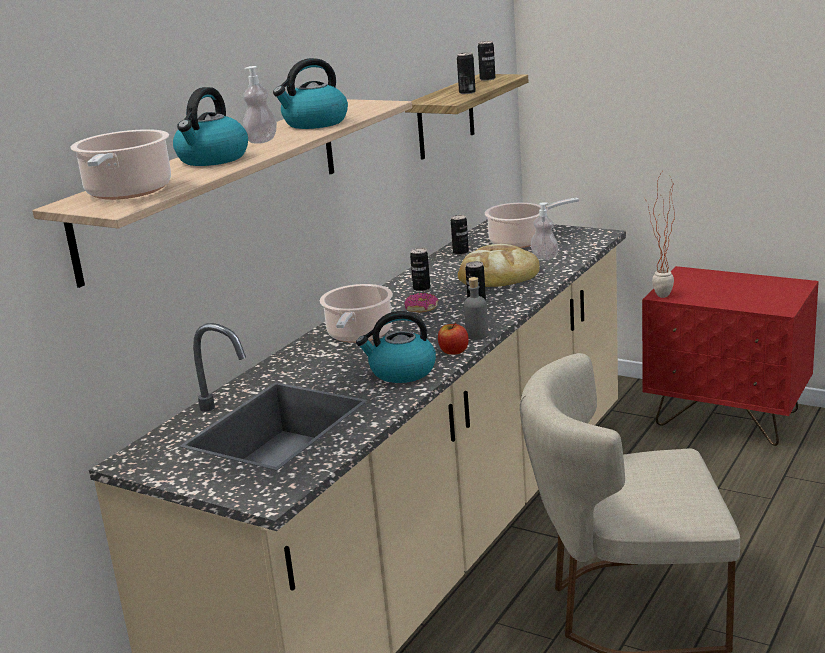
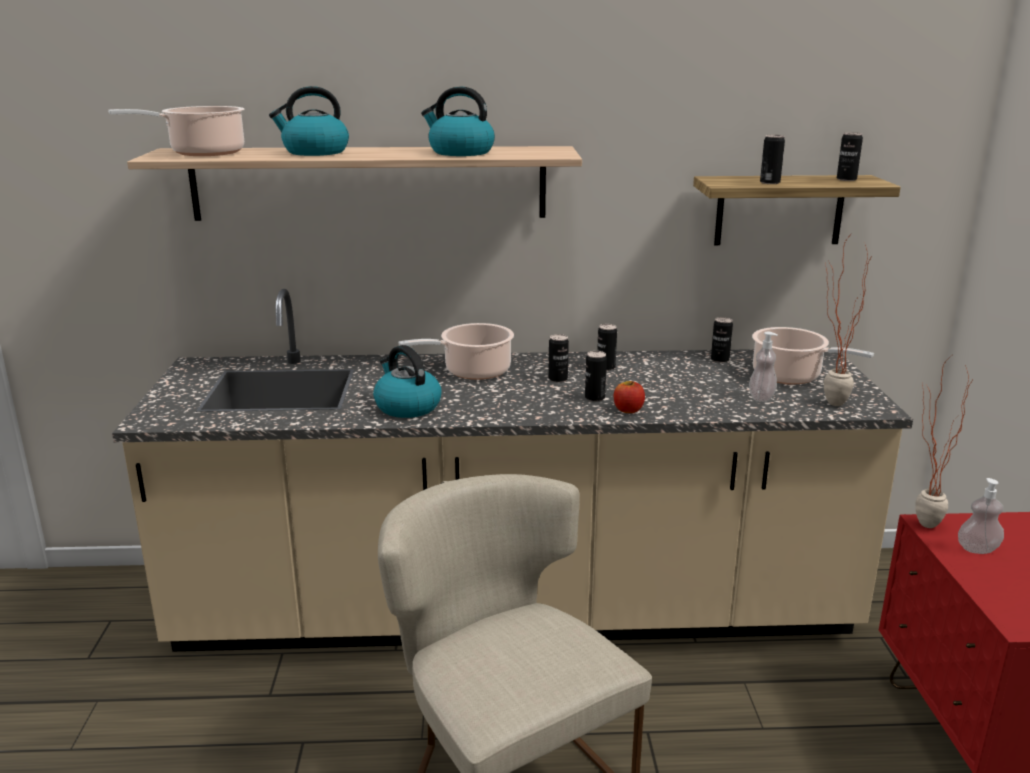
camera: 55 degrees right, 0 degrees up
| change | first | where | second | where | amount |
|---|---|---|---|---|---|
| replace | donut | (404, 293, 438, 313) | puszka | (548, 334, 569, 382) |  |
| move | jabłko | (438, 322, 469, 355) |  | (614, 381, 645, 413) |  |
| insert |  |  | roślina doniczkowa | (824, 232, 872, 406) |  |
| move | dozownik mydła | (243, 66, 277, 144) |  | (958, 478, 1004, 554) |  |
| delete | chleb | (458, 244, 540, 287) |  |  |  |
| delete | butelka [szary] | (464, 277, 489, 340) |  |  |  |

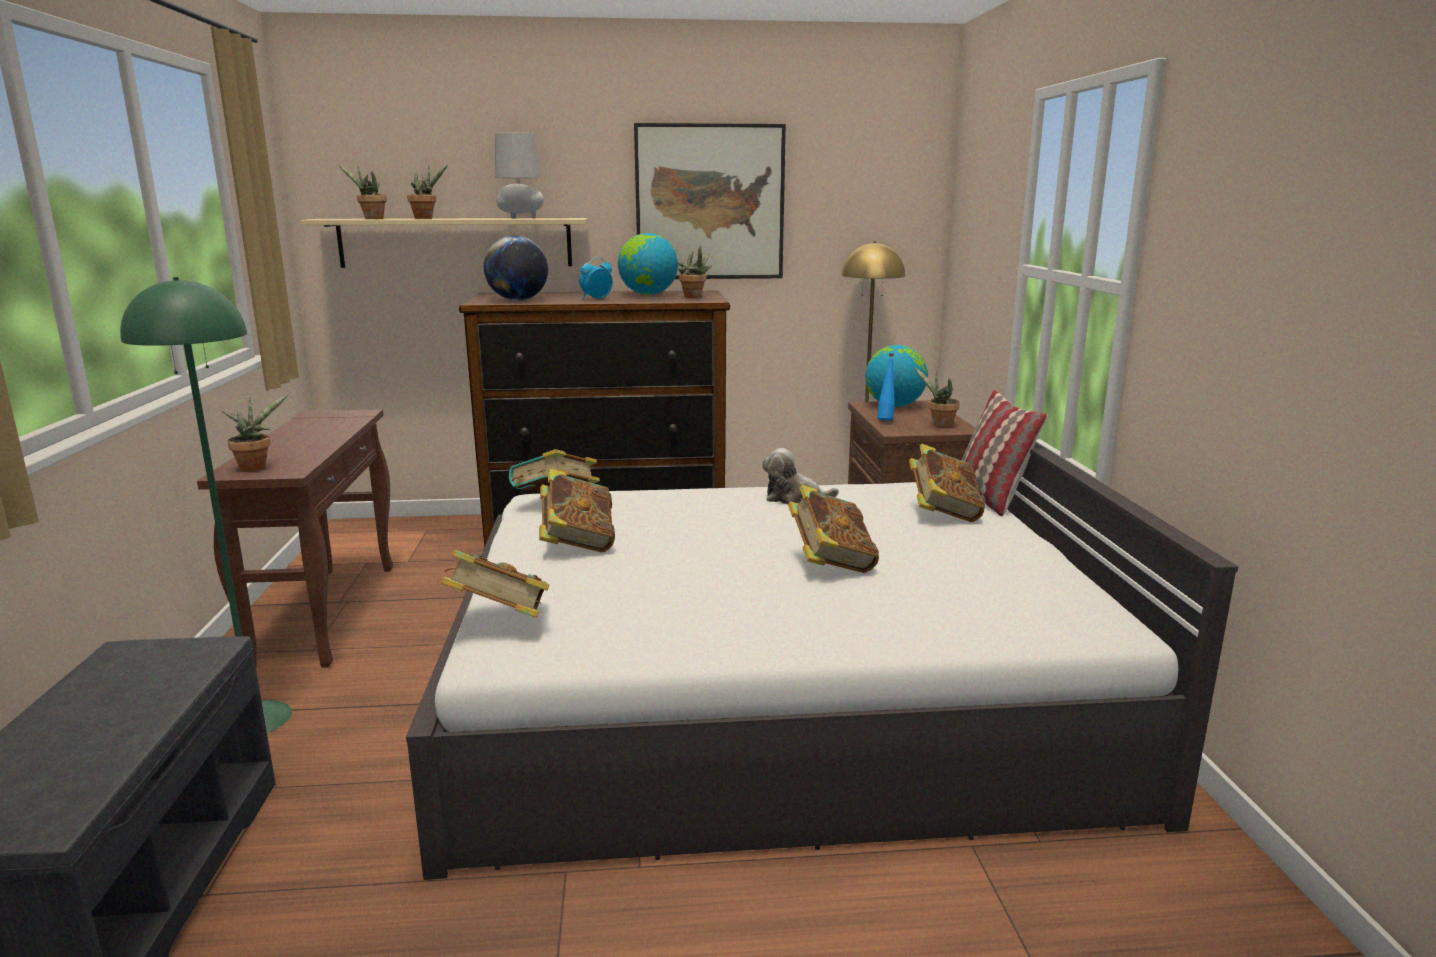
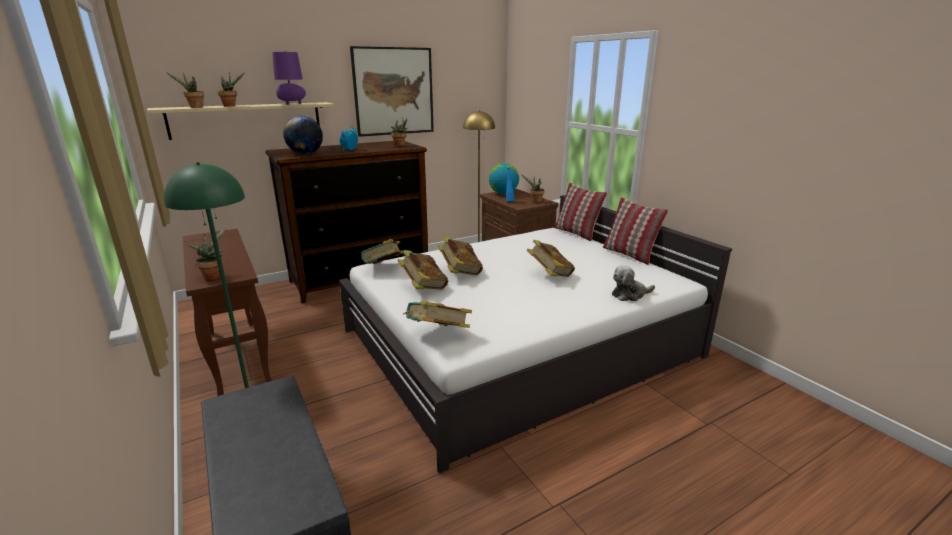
camera: 25 degrees left, 5 degrees up
| change | first | where | second | where | amount |
|---|---|---|---|---|---|
| recolor | lampa stołowa [szary] | (495, 132, 544, 219) | lampa stołowa [fioletowy] | (272, 51, 306, 105) |  |
| move | książka | (909, 444, 985, 522) |  | (438, 236, 483, 275) |  |
| insert |  |  | poduszka | (603, 197, 668, 265) |  |
| move | pluszak | (762, 448, 839, 504) |  | (612, 265, 655, 301) |  |
| delete | globus | (618, 233, 678, 295) |  |  |  |

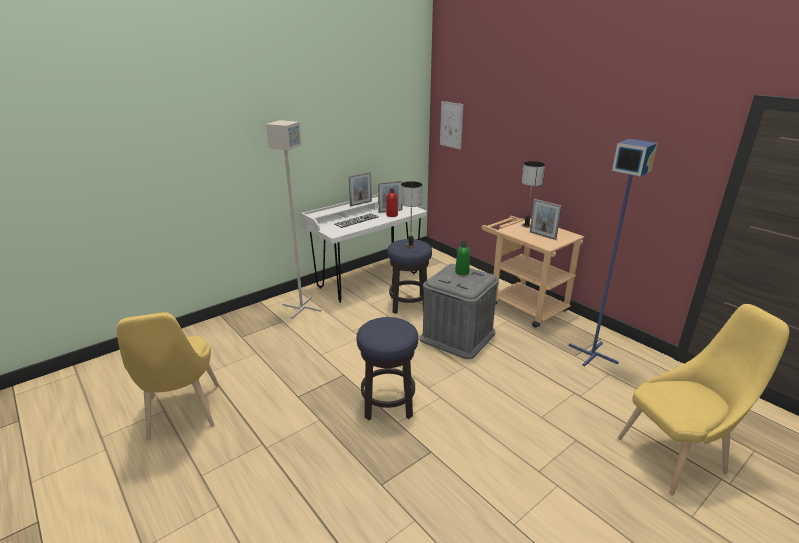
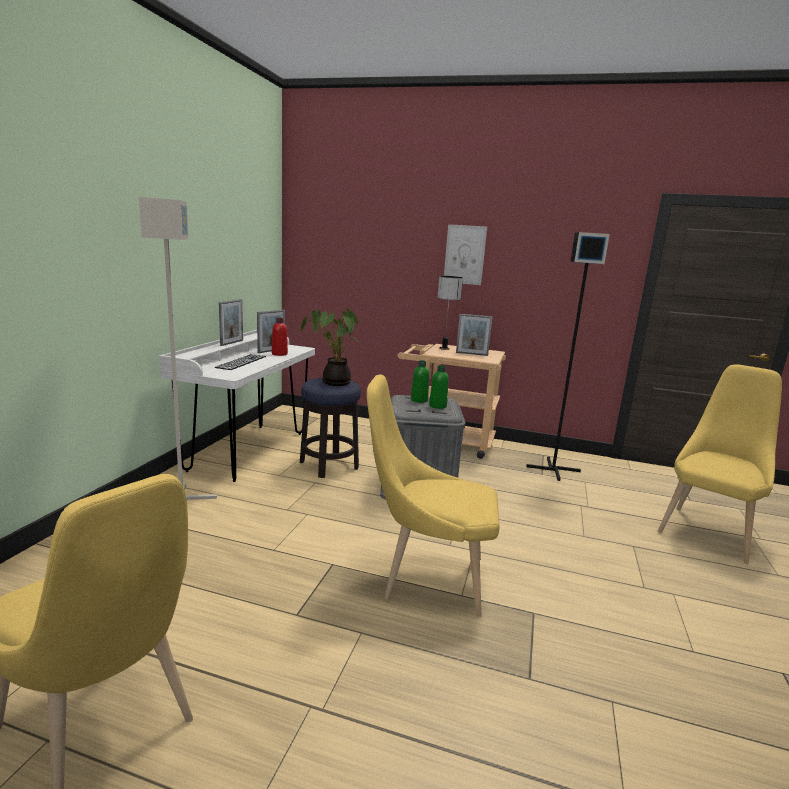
camera: 35 degrees left, 10 degrees down
| change | first | where | second | where | amount |
|---|---|---|---|---|---|
| replace | lampa stołowa | (401, 181, 422, 248) | roślina doniczkowa | (301, 307, 358, 386) |  |
| replace | stołek | (357, 317, 418, 420) | krzesło [żółty] | (367, 374, 500, 618) |  |
| insert |  |  | butelka [zielony] | (429, 365, 449, 409) |  |
| move | obraz | (440, 101, 463, 150) |  | (444, 224, 487, 285) |  |
| recolor | lampa stojąca [niebieski] | (569, 139, 658, 367) | lampa stojąca [czarny] | (526, 232, 610, 481) |  |

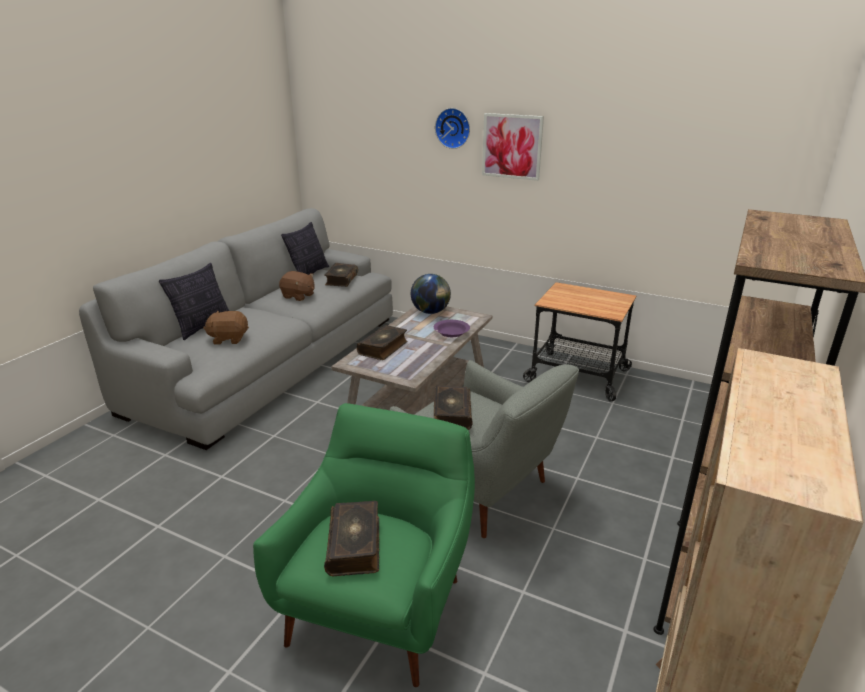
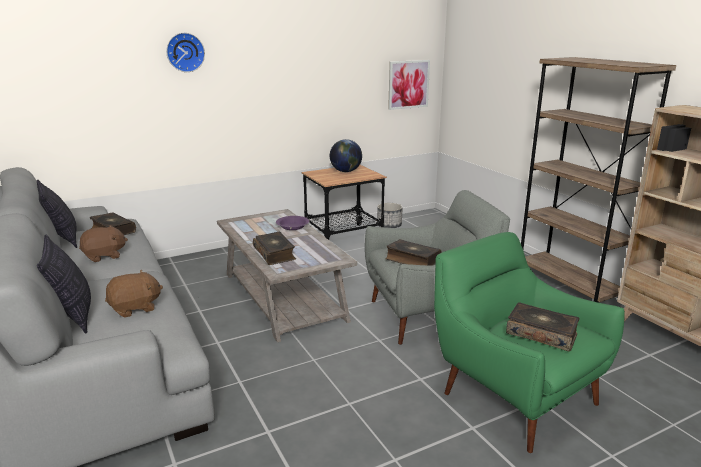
camera: 55 degrees left, 5 degrees down
| change | first | where | second | where | amount |
|---|---|---|---|---|---|
| rotate | pluszak [brązowy] | (203, 311, 249, 345) |  | (105, 270, 163, 318) | 150 degrees counterclockwise |
| move | globus | (411, 274, 451, 314) |  | (330, 139, 362, 172) |  |
| insert |  |  | donica | (377, 203, 403, 228) |  |
| move | obraz | (482, 113, 544, 181) |  | (388, 60, 430, 110) |  |

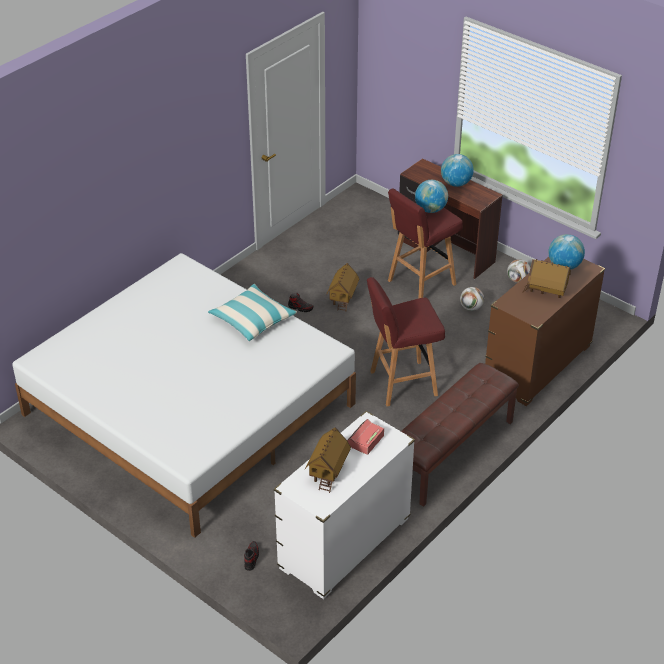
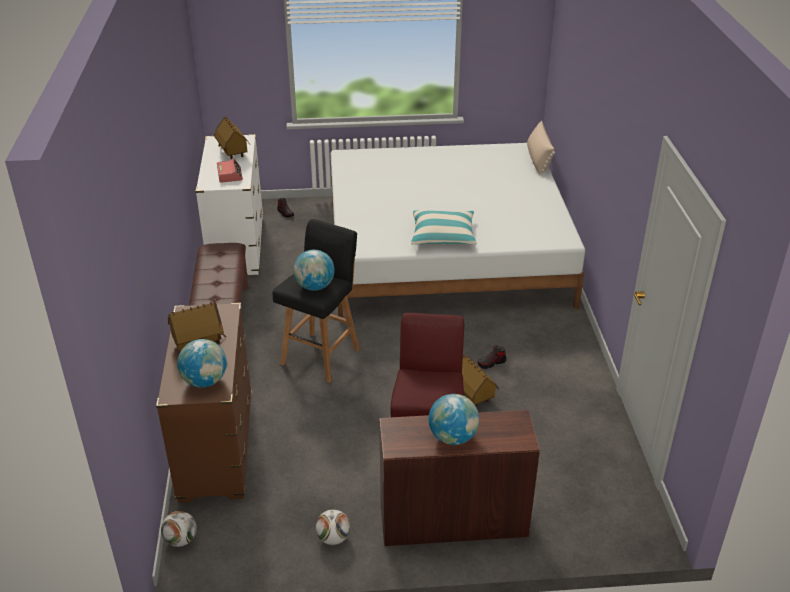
camera: 135 degrees right, 5 degrees down
| change | first | where | second | where | amount |
|---|---|---|---|---|---|
| move | piłka futbolowa | (460, 287, 484, 311) |  | (161, 511, 197, 547) |  |
| recolor | stołek [czerwony] | (367, 277, 445, 406) | stołek [czarny] | (272, 219, 360, 383) |  |
| move | globus | (415, 180, 448, 213) |  | (293, 250, 335, 291) |  |
| insert |  |  | poduszka [beżowy] | (527, 121, 555, 176) |  |

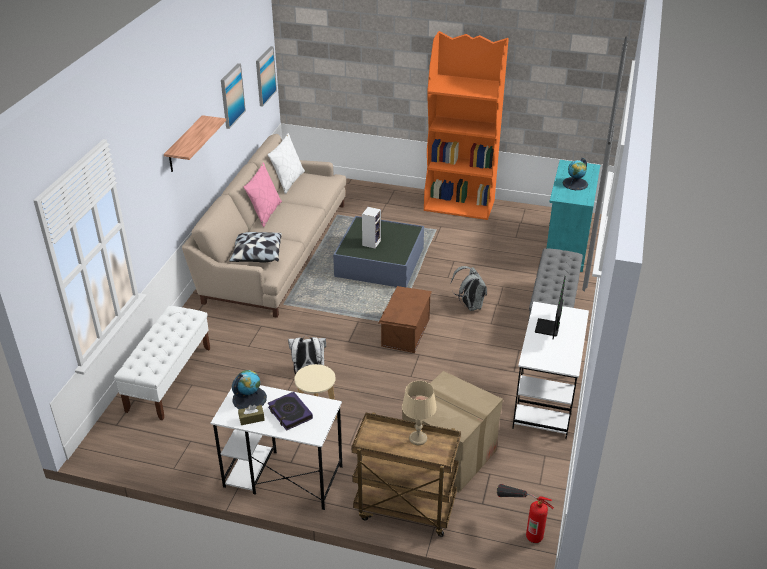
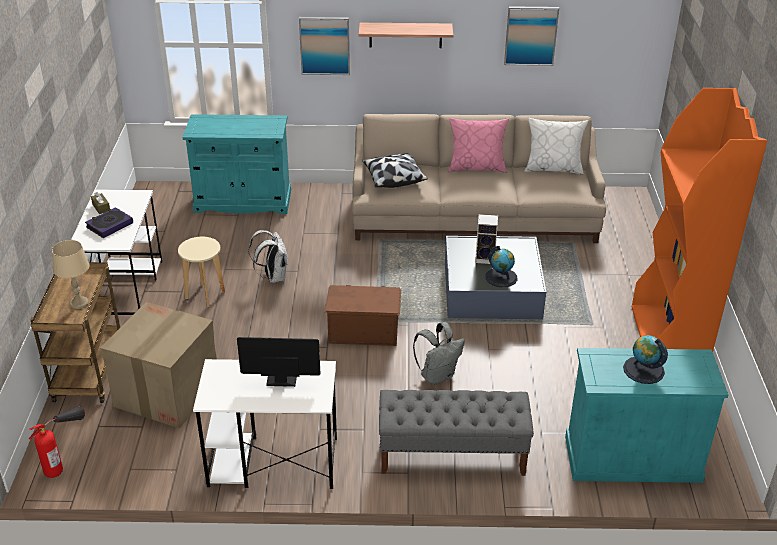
camera: 75 degrees right, 0 degrees up
| change | first | where | second | where | amount |
|---|---|---|---|---|---|
| replace | ławka [biały] | (114, 306, 210, 420) | szafka [turkusowy] | (182, 114, 291, 214) |  |
| move | obraz | (256, 46, 277, 107) |  | (299, 17, 350, 75) |  |
| move | globus | (232, 370, 267, 409) |  | (485, 246, 517, 287) |  |

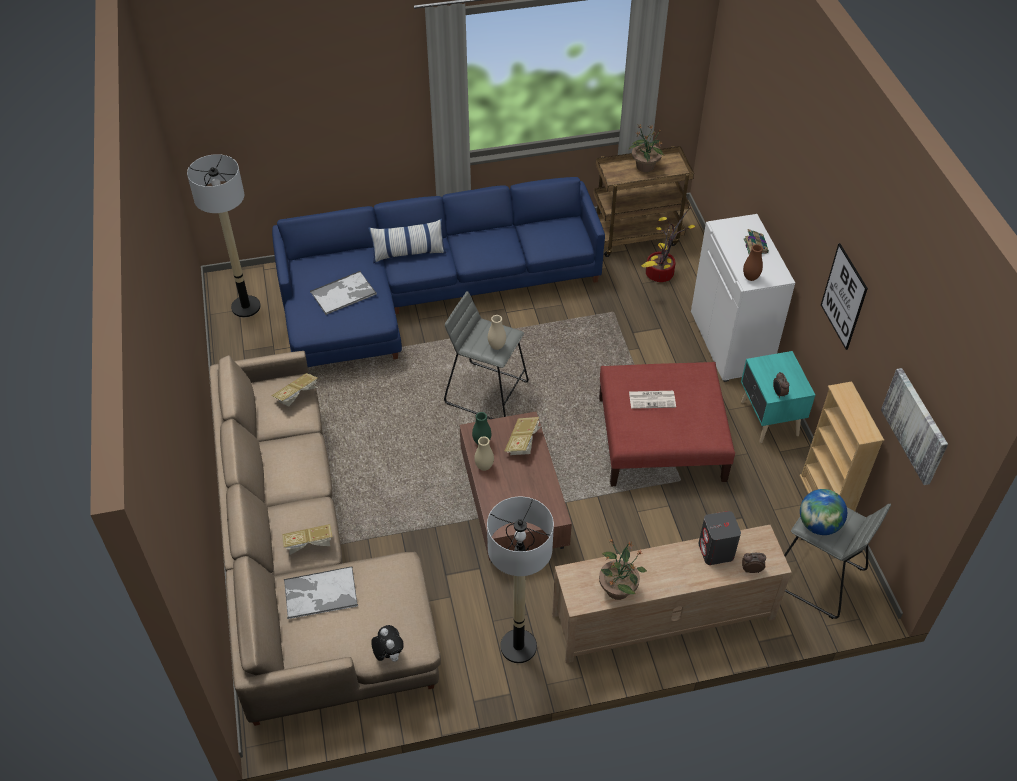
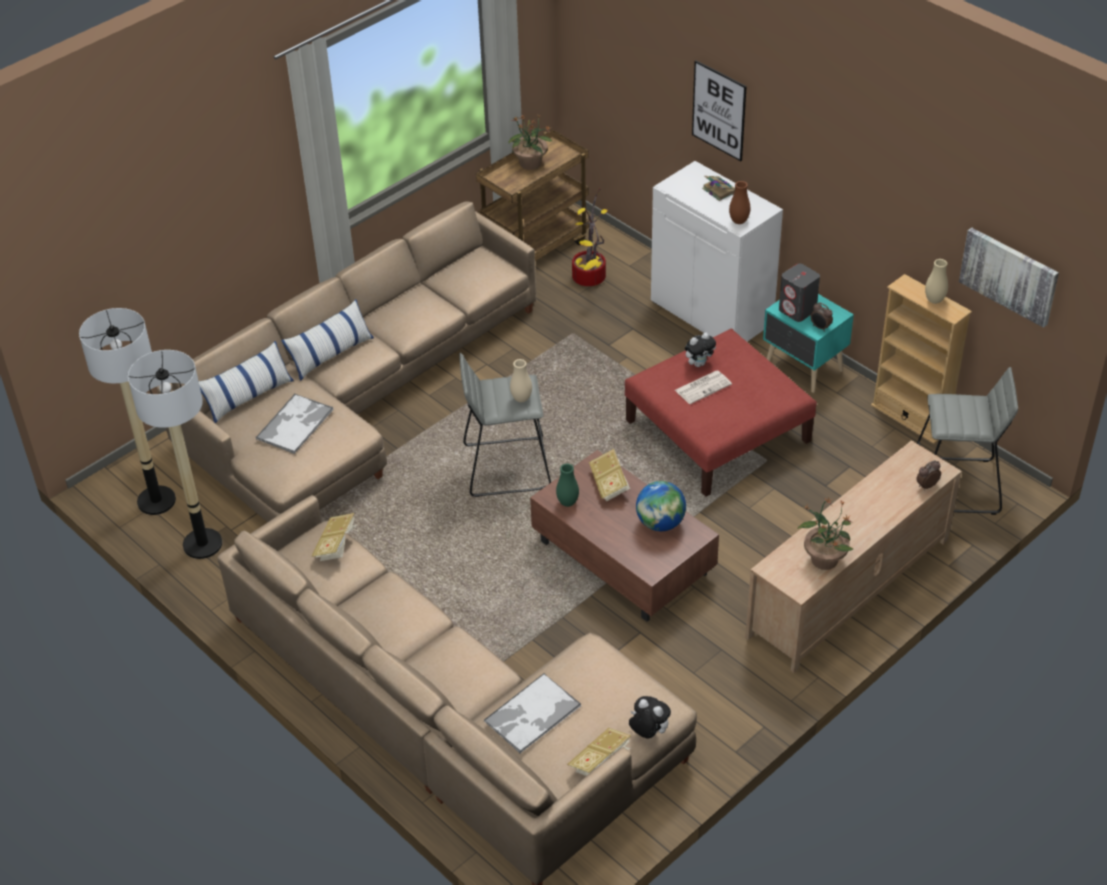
camera: 30 degrees left, 5 degrees down
| change | first | where | second | where | amount |
|---|---|---|---|---|---|
| move | lampa stojąca | (487, 497, 554, 663) |  | (128, 350, 222, 559) |  |
| recolor | kanapa [niebieski] | (272, 177, 605, 367) | kanapa [beżowy] | (157, 201, 536, 522) |  |
| insert |  |  | poduszka | (199, 341, 294, 423) |  |
| move | książka | (282, 524, 333, 555) |  | (567, 728, 631, 776) |  |
| move | globus | (800, 489, 847, 535) |  | (636, 481, 686, 531) |  |
| insert |  |  | pluszak | (685, 332, 716, 367) |  |
| move | obraz | (821, 243, 868, 350) |  | (692, 60, 747, 161) |  |
| move | głośnik [szary] | (698, 511, 741, 565) |  | (779, 264, 820, 322) |  |
| move | wazon [beżowy] | (474, 436, 494, 471) |  | (925, 259, 948, 304) |  |

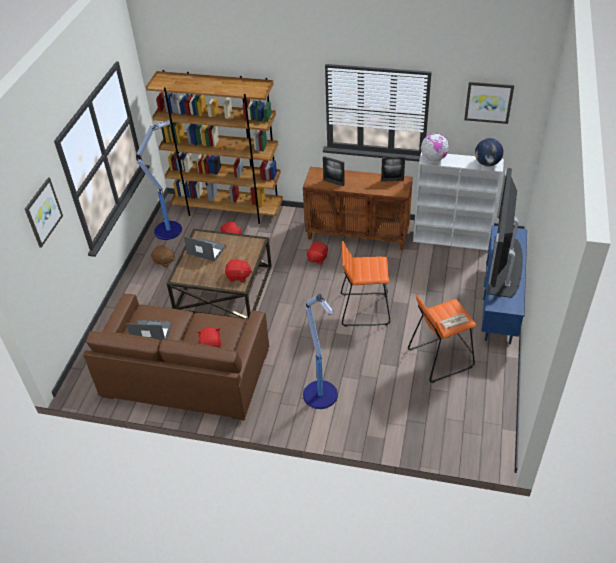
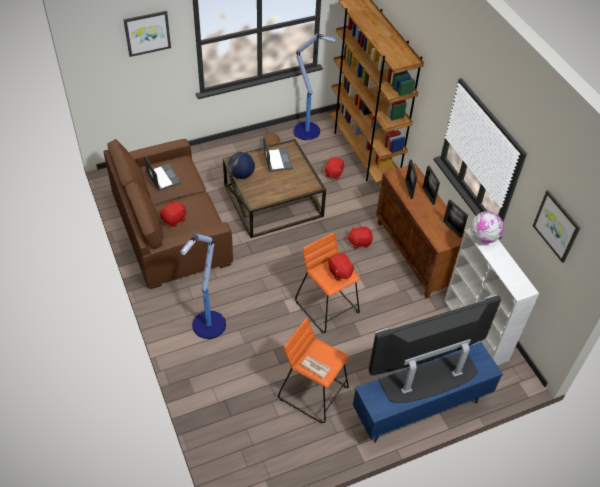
camera: 50 degrees right, 5 degrees up
| change | first | where | second | where | amount |
|---|---|---|---|---|---|
| move | globus | (475, 138, 503, 166) |  | (228, 152, 255, 179) |  |
| move | pluszak [czerwony] | (225, 259, 252, 282) |  | (328, 253, 355, 281) |  |
| insert |  |  | ramka na zdjęcie | (423, 166, 440, 205) |  |

